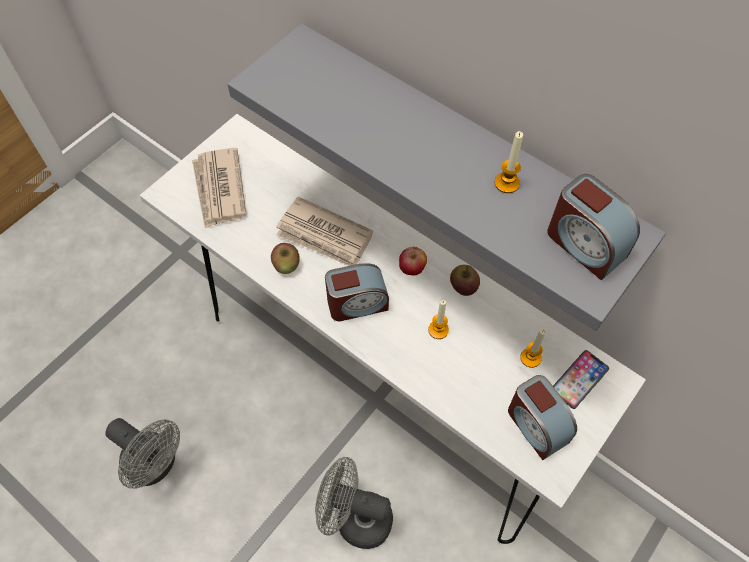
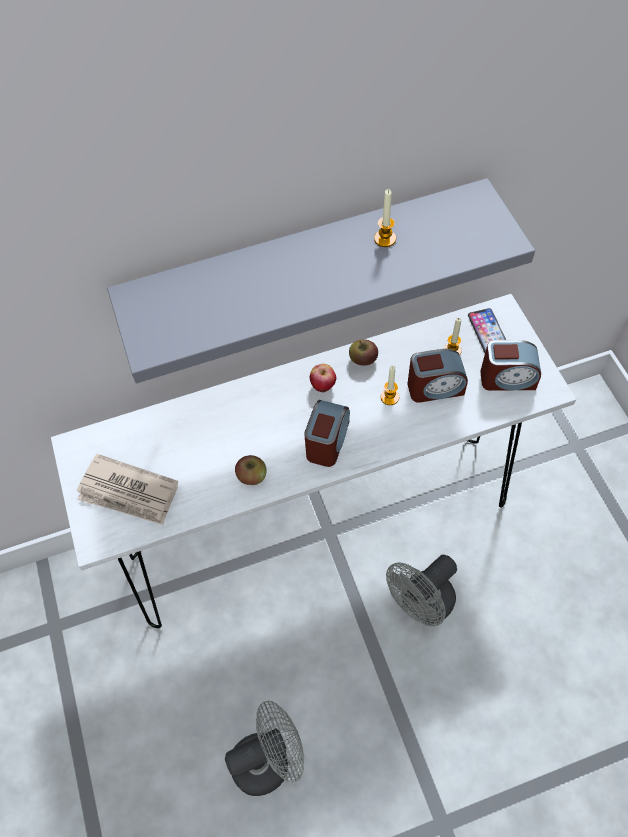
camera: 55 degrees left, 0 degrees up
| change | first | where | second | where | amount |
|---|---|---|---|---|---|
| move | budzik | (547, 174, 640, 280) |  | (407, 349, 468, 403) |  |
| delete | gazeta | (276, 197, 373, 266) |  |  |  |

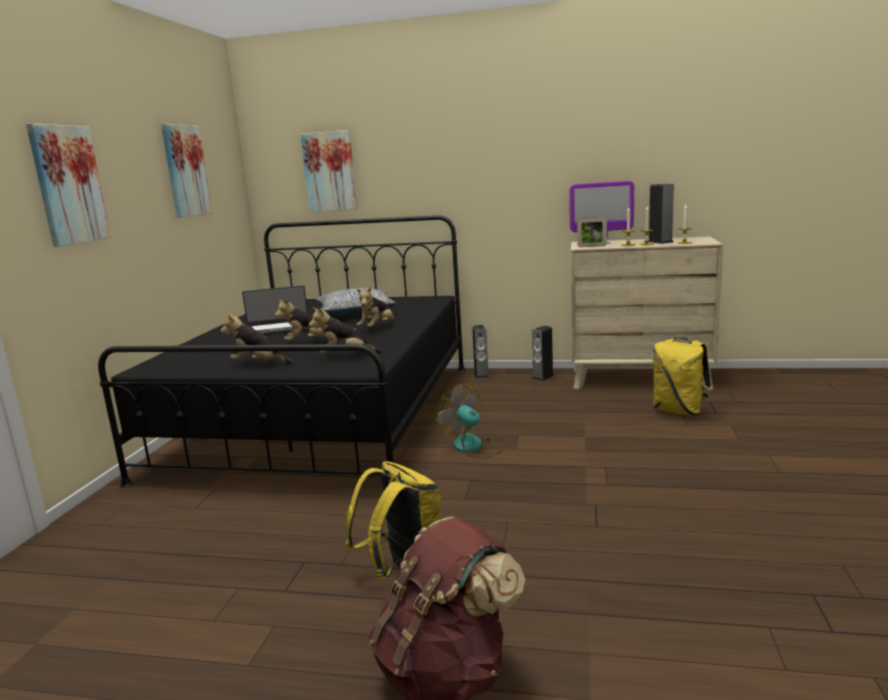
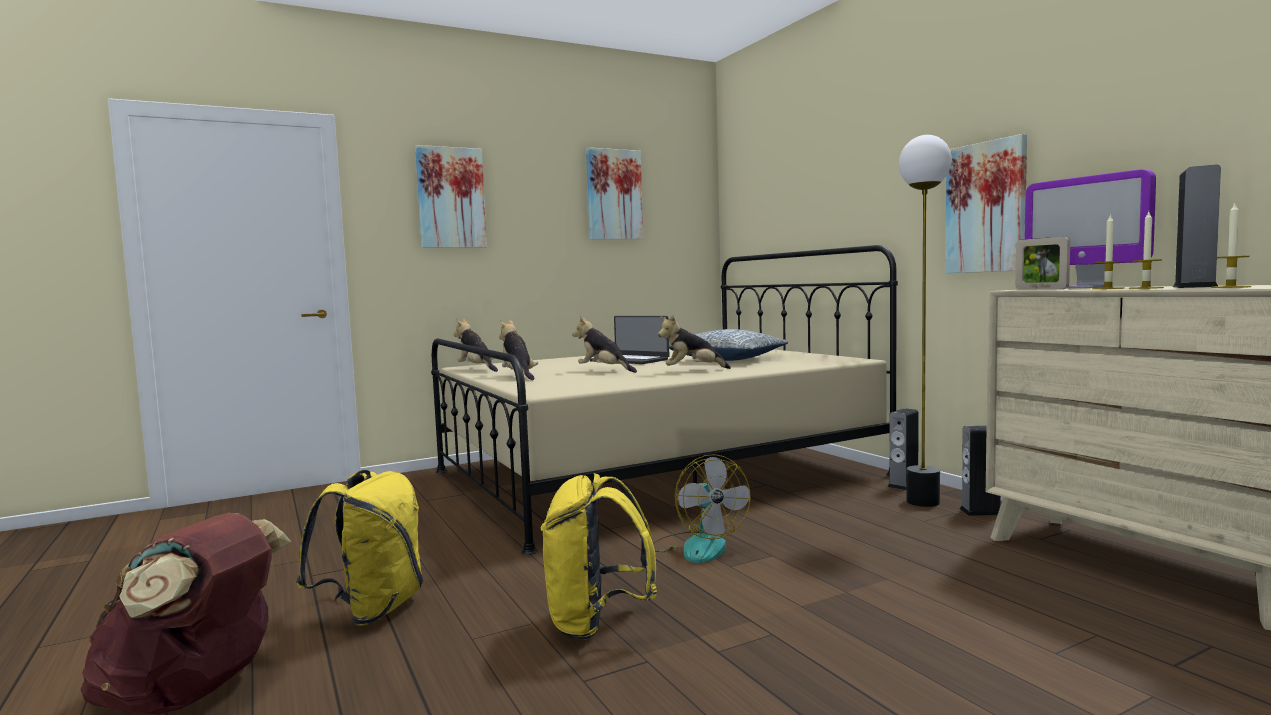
camera: 50 degrees right, 10 degrees down
| change | first | where | second | where | amount |
|---|---|---|---|---|---|
| recolor | łóżko [czarny] | (98, 215, 466, 487) | łóżko [beżowy] | (431, 245, 898, 555) |  |
| move | pluszak | (309, 307, 383, 353) |  | (453, 319, 498, 372) |  |
| move | plecak [żółty] | (653, 337, 711, 416) |  | (541, 473, 657, 640) |  |
| rotate | wentylator | (435, 384, 506, 458) |  | (653, 454, 751, 563) | 150 degrees clockwise |
| insert |  |  | lampa stojąca | (899, 135, 952, 507) |  |
| move | obraz | (300, 130, 357, 212) |  | (945, 134, 1027, 273) |  |

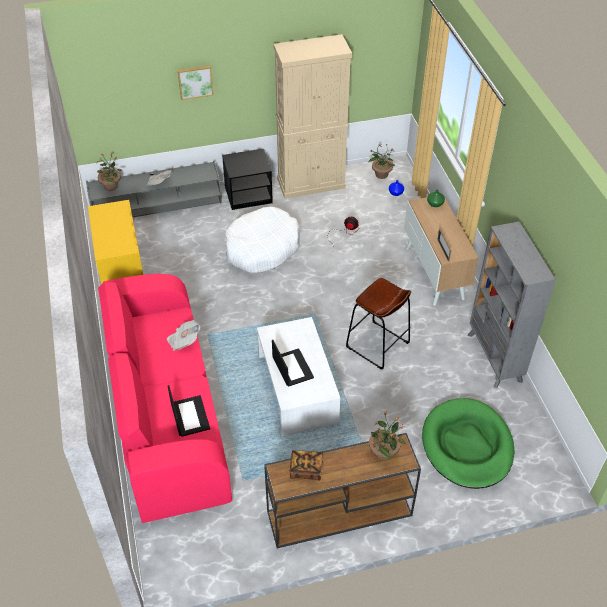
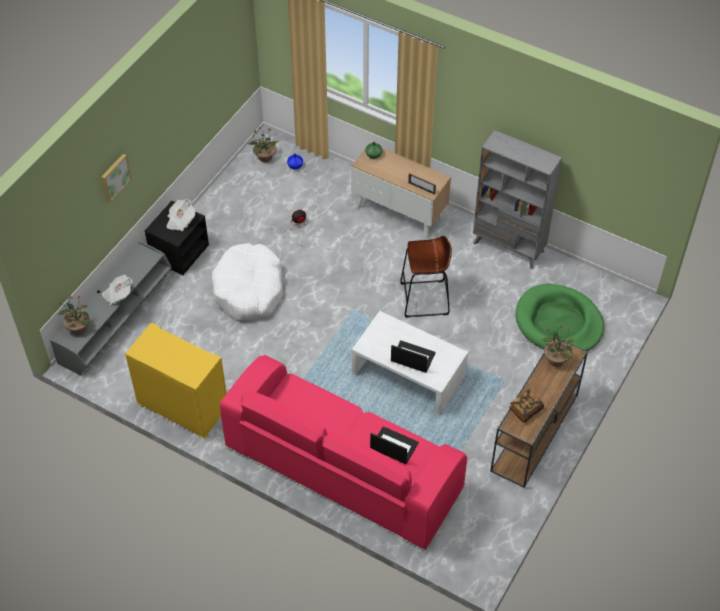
camera: 45 degrees left, 5 degrees up
| change | first | where | second | where | amount |
|---|---|---|---|---|---|
| move | gazeta | (167, 320, 200, 351) |  | (167, 199, 195, 231) |  |
| delete | szafka [beżowy] | (273, 34, 352, 198) |  |  |  |

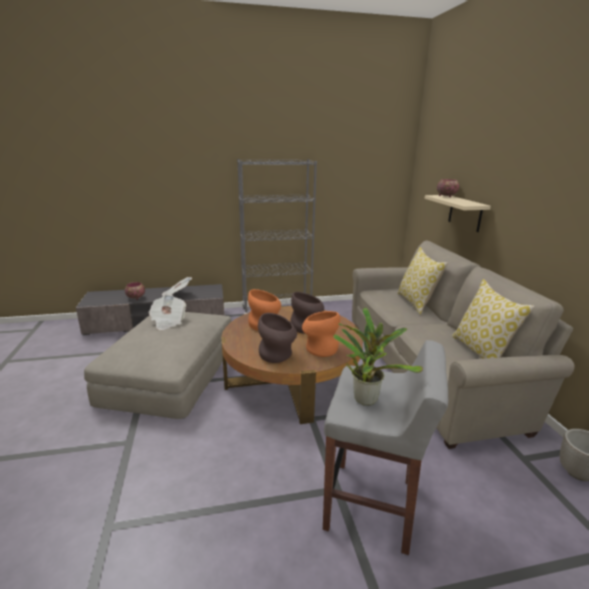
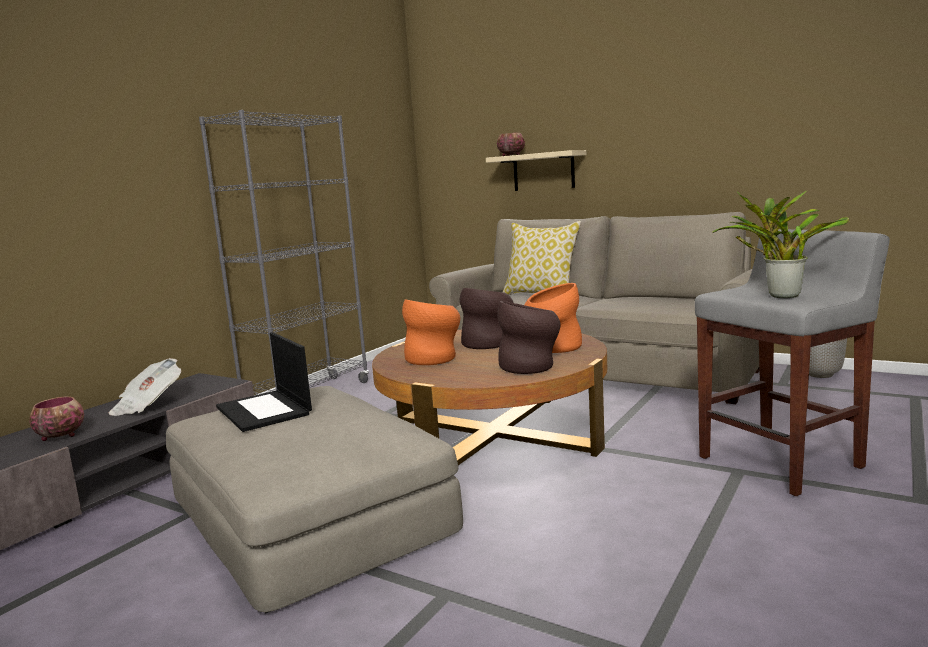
camera: 45 degrees left, 10 degrees down
| change | first | where | second | where | amount |
|---|---|---|---|---|---|
| replace | gazeta | (149, 295, 186, 330) | laptop | (216, 332, 312, 432) |  |
| delete | poduszka | (452, 279, 535, 359) |  |  |  |

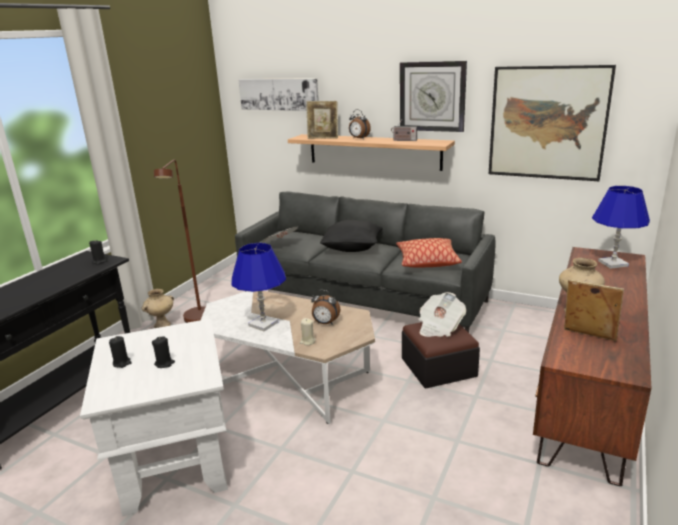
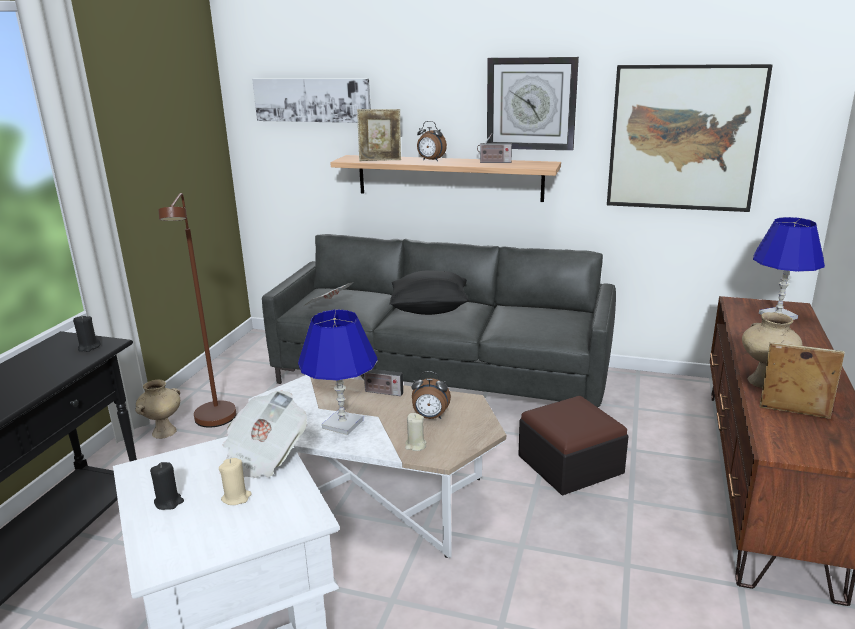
camera: 10 degrees left, 0 degrees up
| change | first | where | second | where | amount |
|---|---|---|---|---|---|
| recolor | świeca [czarny] | (152, 337, 175, 368) | świeca [beżowy] | (219, 458, 252, 505) |  |
| move | gazeta | (418, 292, 466, 337) |  | (220, 390, 307, 478) |  |
| insert |  |  | radio | (361, 360, 403, 396) |  |
| delete | poduszka | (396, 238, 462, 267) |  |  |  |

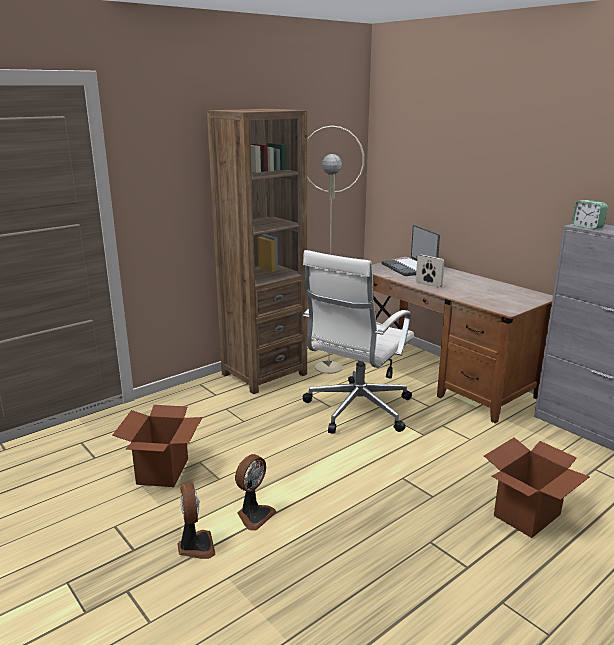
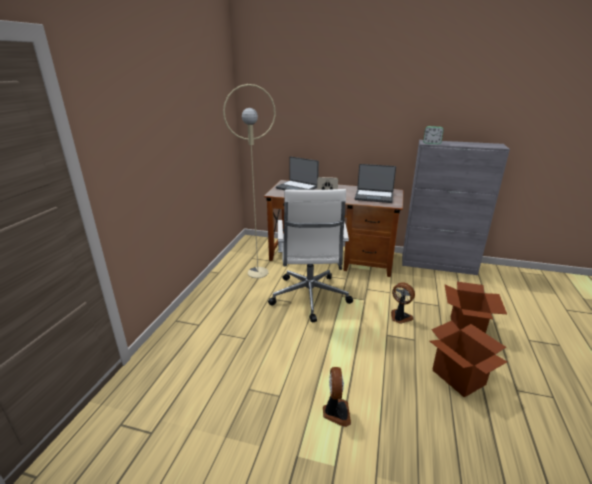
camera: 35 degrees left, 5 degrees up
| change | first | where | second | where | amount |
|---|---|---|---|---|---|
| insert |  |  | laptop | (355, 164, 396, 203) |  |
| move | wentylator | (178, 482, 216, 559) |  | (391, 282, 415, 324) |  |
| move | karton | (112, 405, 202, 487) |  | (430, 321, 507, 397) |  |
| delete | regał [brązowy] | (207, 109, 307, 394) |  |  |  |

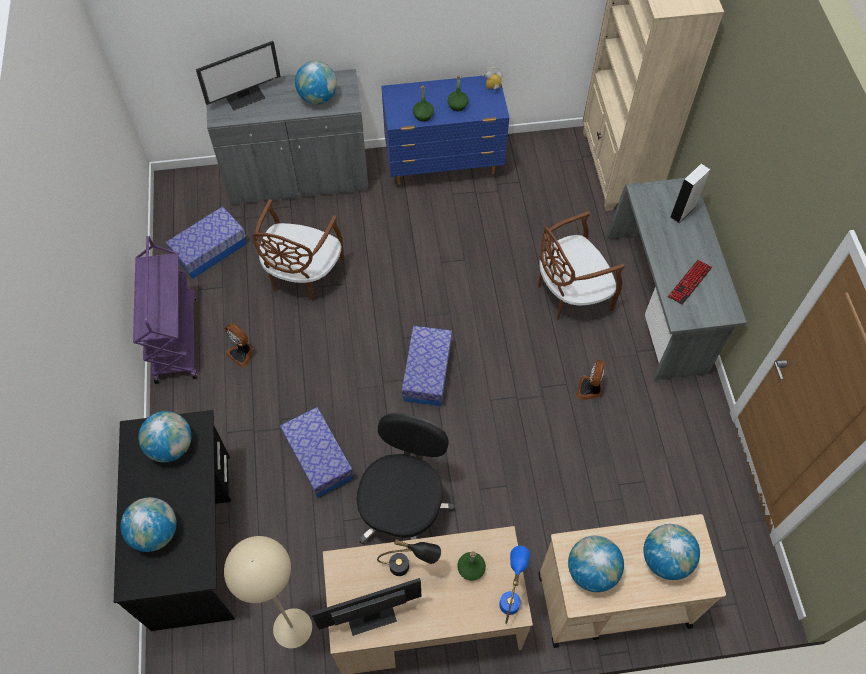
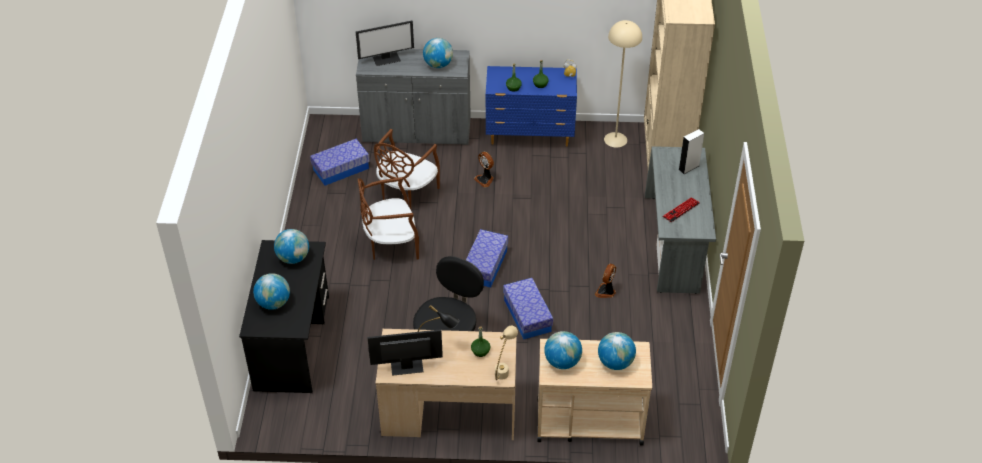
camera: 10 degrees right, 15 degrees down
| change | first | where | second | where | amount |
|---|---|---|---|---|---|
| move | krzesło [brązowy] | (538, 211, 625, 319) |  | (358, 177, 419, 260) |  |
| move | wentylator | (225, 323, 254, 367) |  | (474, 152, 494, 187) |  |
| recolor | lampa stołowa [niebieski] | (499, 546, 530, 624) | lampa stołowa [beżowy] | (495, 326, 518, 380) |  |
| move | pojemnik do przechowywania | (280, 407, 354, 498) |  | (503, 278, 553, 340) |  |
| move | lampa stojąca [beżowy] | (224, 536, 312, 648) |  | (604, 20, 642, 148) |  |
| delete | wózek [fioletowy] | (133, 236, 197, 384) |  |  |  |

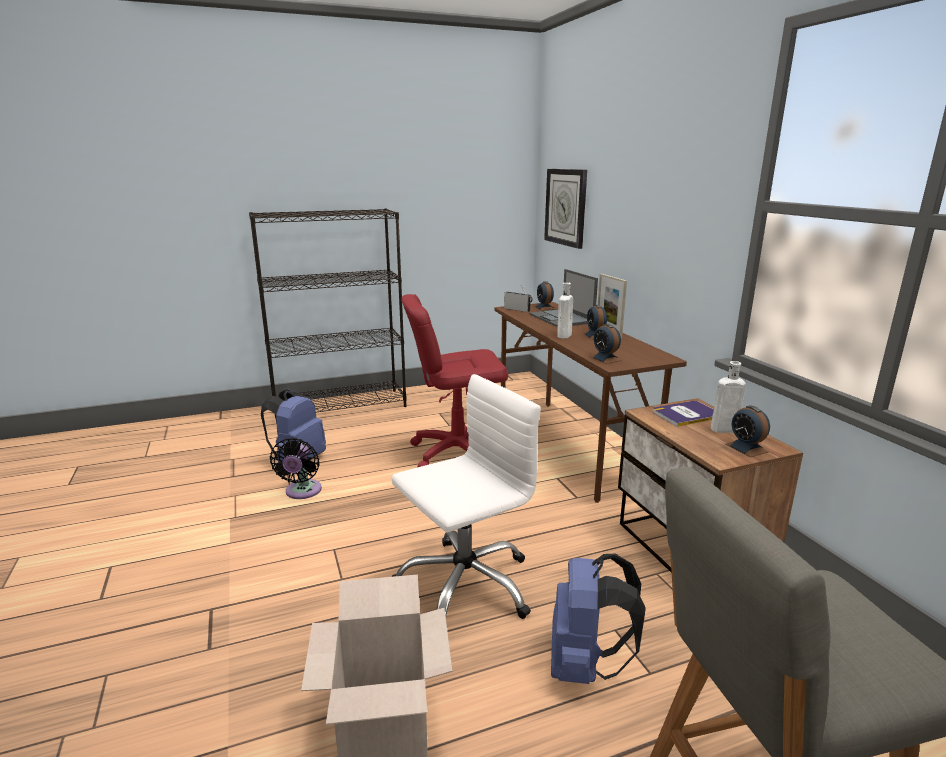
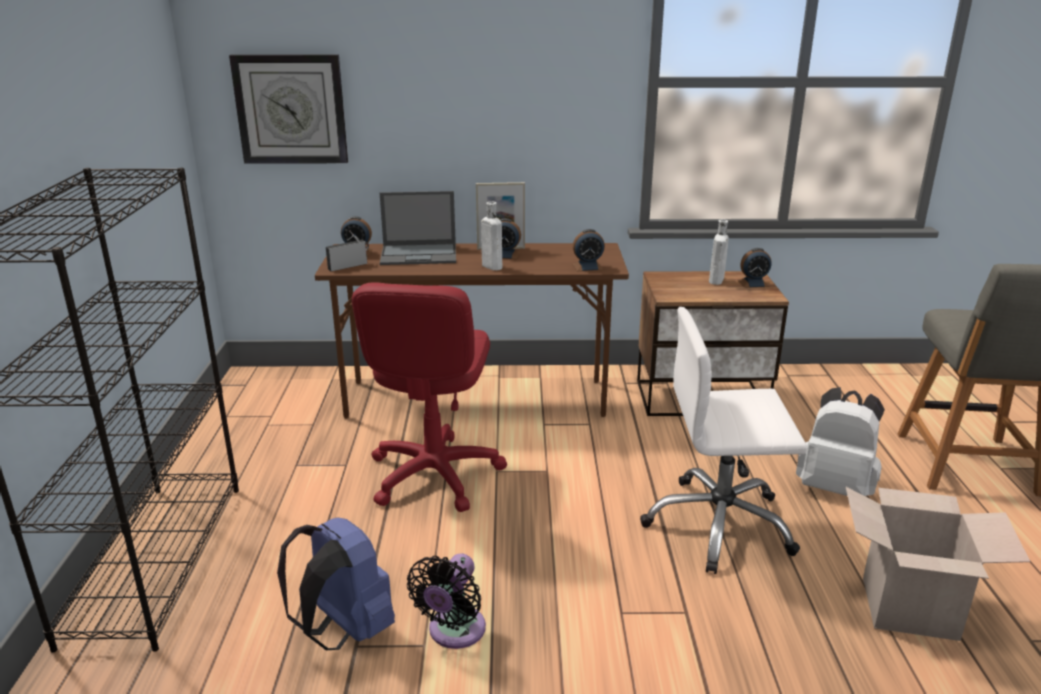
camera: 70 degrees left, 5 degrees up
| change | first | where | second | where | amount |
|---|---|---|---|---|---|
| rotate | wentylator [czarny] | (270, 438, 322, 499) |  | (407, 553, 486, 649) | 90 degrees clockwise |
| rotate | krzesło biurowe [biały] | (391, 374, 541, 619) |  | (640, 307, 807, 574) | 75 degrees counterclockwise |
| recolor | plecak [niebieski] | (551, 554, 646, 684) | plecak [biały] | (796, 387, 885, 497) |  |
| delete | książka | (653, 401, 714, 427) |  |  |  |

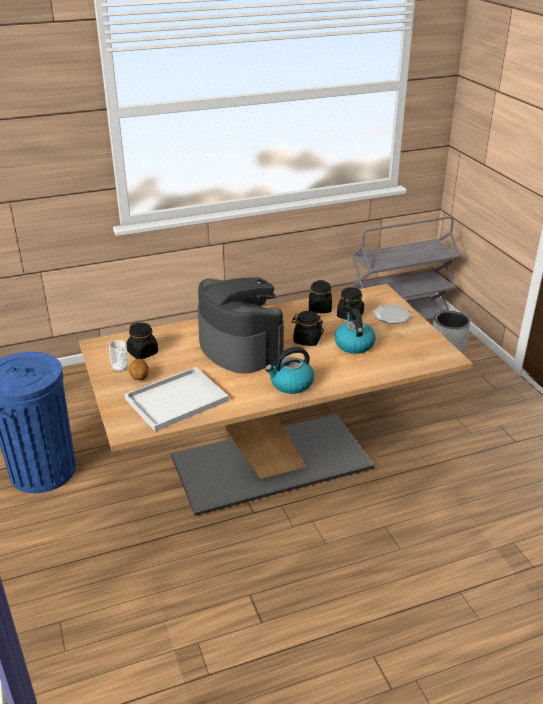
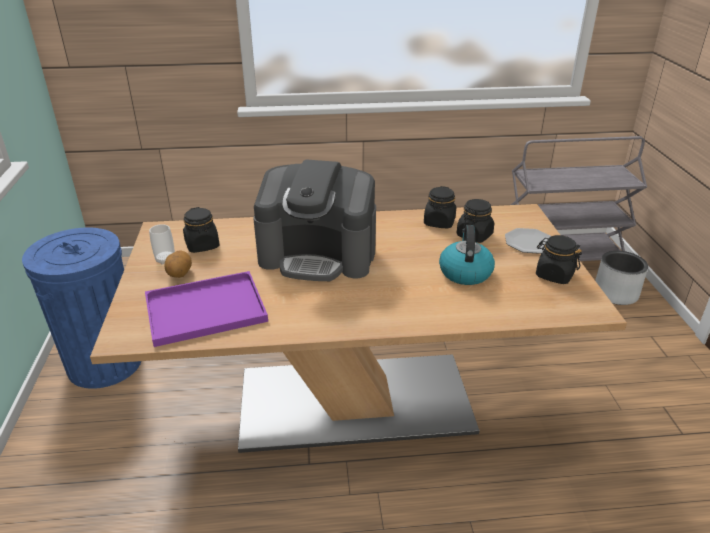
camera: 15 degrees right, 0 degrees up
| change | first | where | second | where | amount |
|---|---|---|---|---|---|
| recolor | taca [biały] | (124, 367, 229, 431) | taca [fioletowy] | (145, 271, 268, 347) |  |
| rotate | ekspres do kawy | (198, 277, 284, 373) |  | (253, 159, 376, 282) | 120 degrees clockwise |
| move | słoik [czarny] | (291, 311, 324, 346) |  | (536, 235, 582, 284) |  |
| delete | czajnik | (265, 347, 314, 394) |  |  |  |

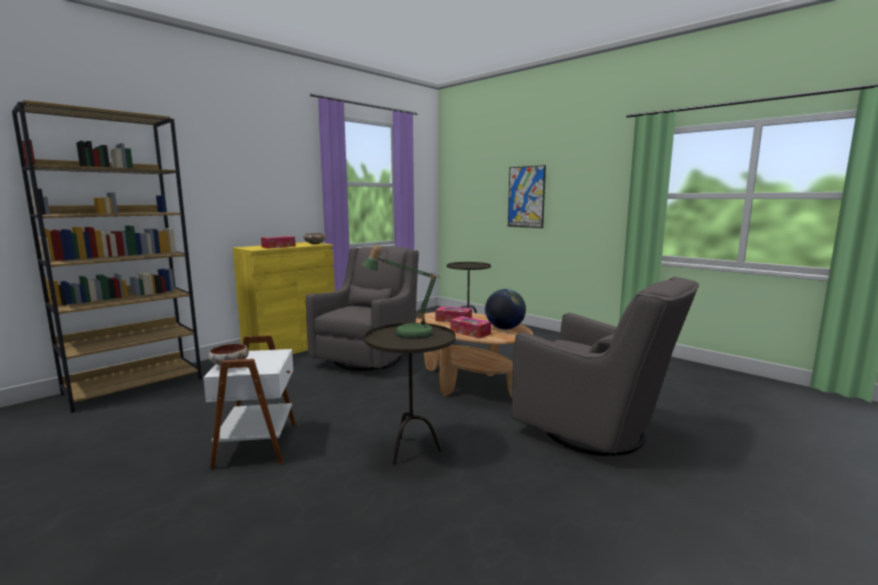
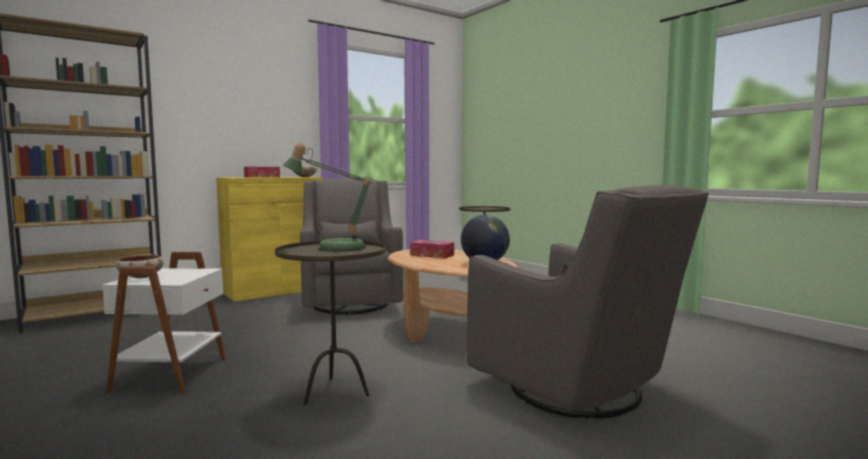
camera: 10 degrees right, 5 degrees down
| change | first | where | second | where | amount |
|---|---|---|---|---|---|
| rotate | fotel [szary] | (306, 246, 419, 371) |  | (300, 179, 403, 315) | 45 degrees counterclockwise |
| delete | pudełko chusteczek | (450, 316, 491, 339) |  |  |  |
| delete | obraz | (508, 165, 546, 228) |  |  |  |

